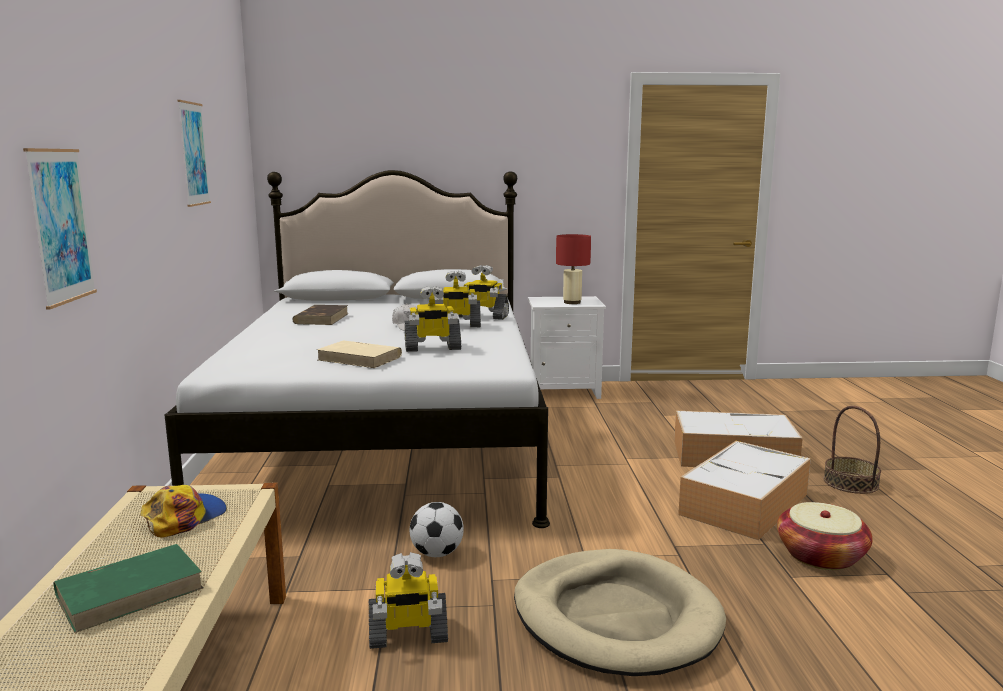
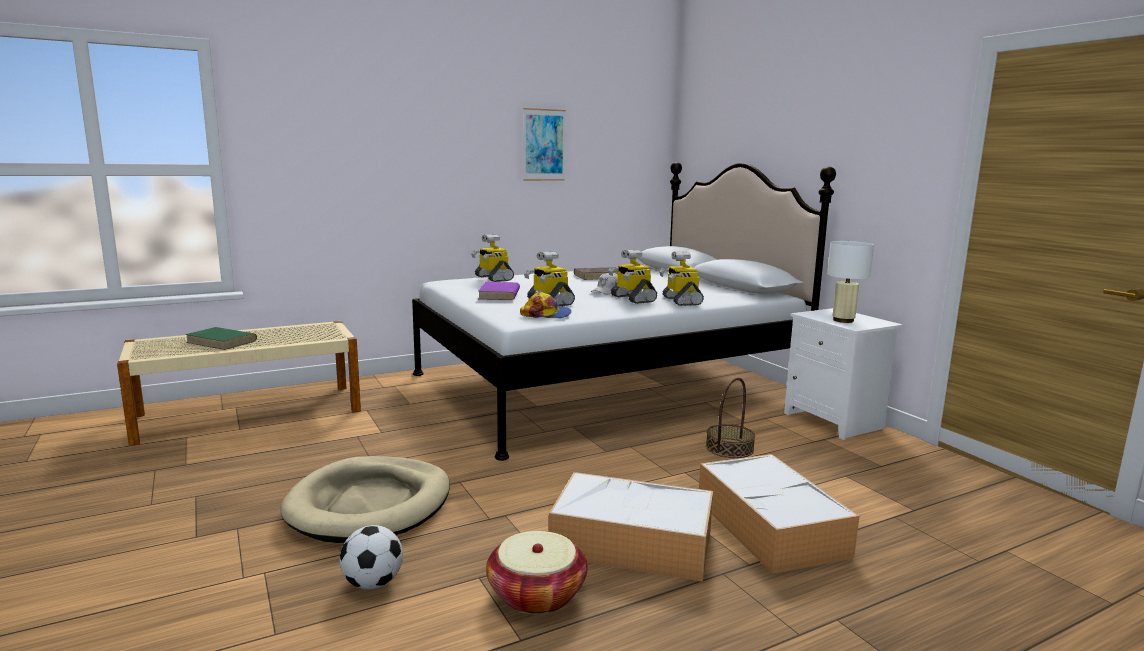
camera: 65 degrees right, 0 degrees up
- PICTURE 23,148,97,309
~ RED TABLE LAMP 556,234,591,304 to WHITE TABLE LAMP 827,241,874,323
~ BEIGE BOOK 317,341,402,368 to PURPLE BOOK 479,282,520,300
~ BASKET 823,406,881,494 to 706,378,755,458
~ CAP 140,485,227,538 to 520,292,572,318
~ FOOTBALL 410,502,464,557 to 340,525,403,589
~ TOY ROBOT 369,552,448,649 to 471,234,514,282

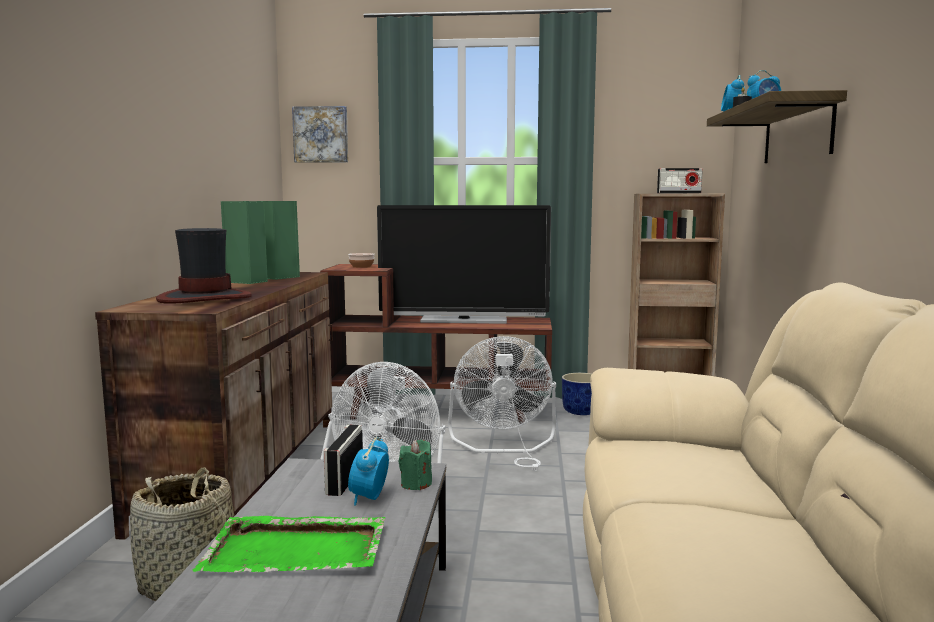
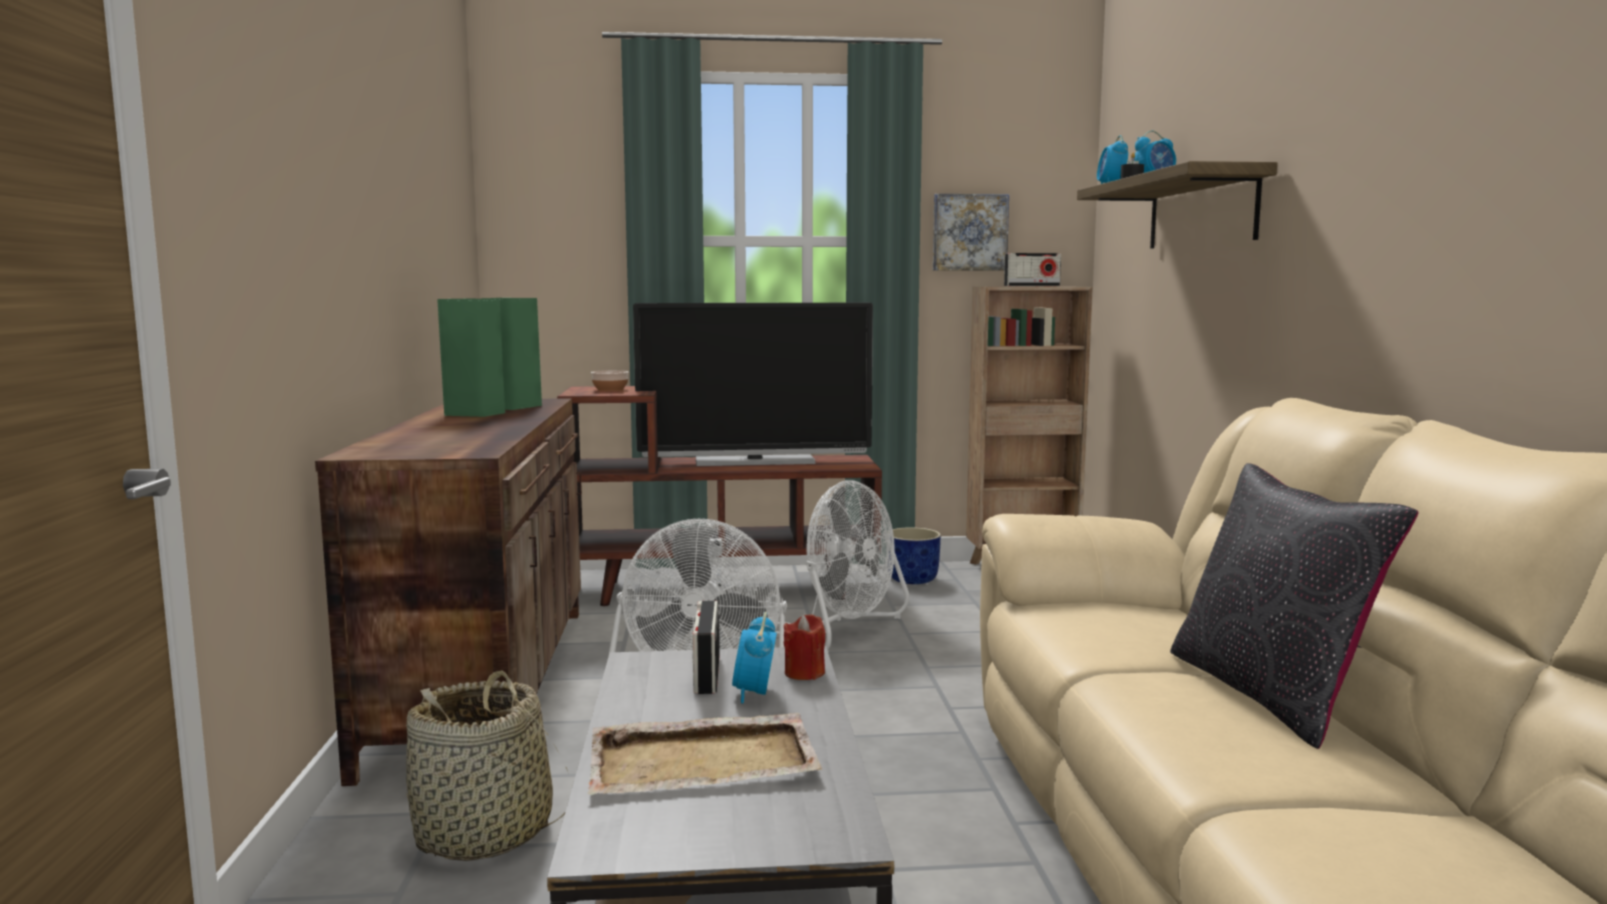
camera: 10 degrees left, 0 degrees up
~ PICTURE 292,106,348,163 to 933,194,1009,271
- HAT 156,228,252,304
~ WHITE FAN 448,336,556,471 = 775,480,909,650 135 degrees clockwise
~ GREEN CANDLE 399,440,432,490 to RED CANDLE 784,614,825,680
~ GREEN TRAY 193,516,385,573 to BEIGE TRAY 587,713,822,795
+ BLACK PILLOW 1170,463,1418,749

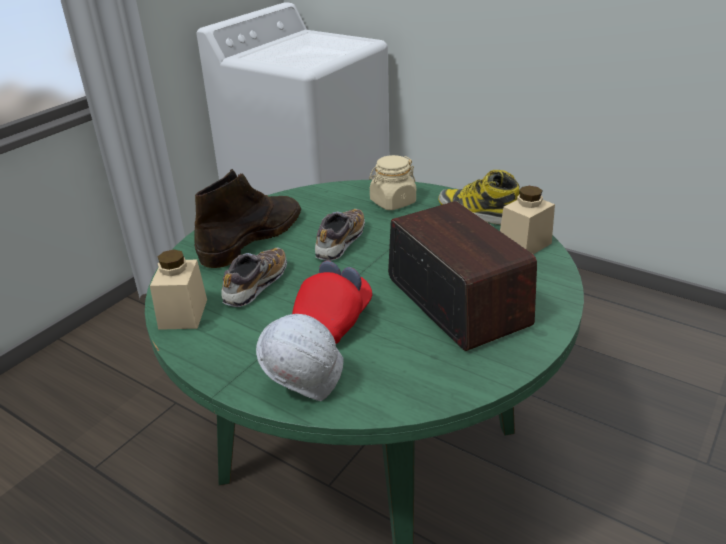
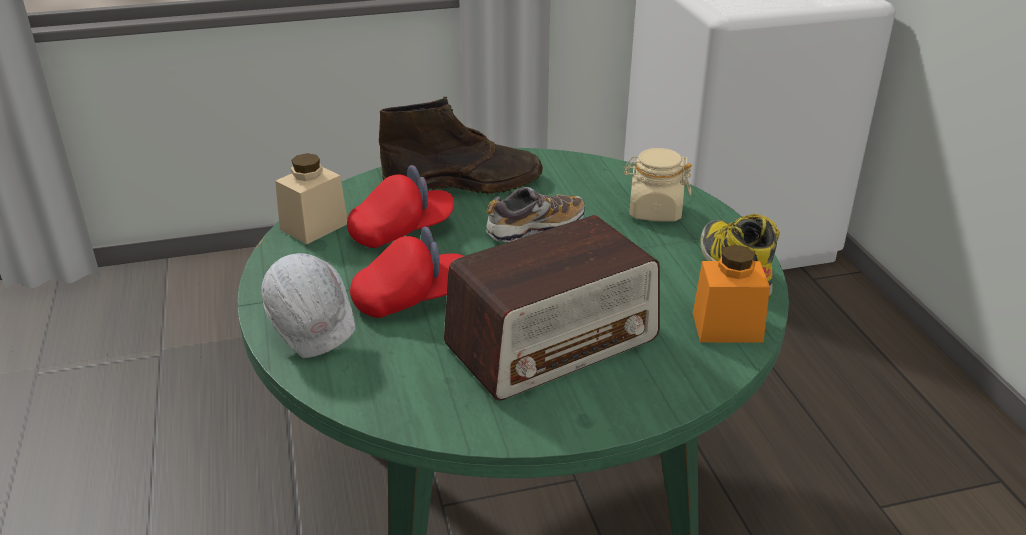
camera: 40 degrees right, 0 degrees up
~ BEIGE JAR 500,186,555,254 to ORANGE JAR 693,245,770,343
~ RADIO 388,201,537,351 = 444,215,660,401 45 degrees clockwise
~ SHOE 221,247,287,307 to RED CAP 347,165,454,248

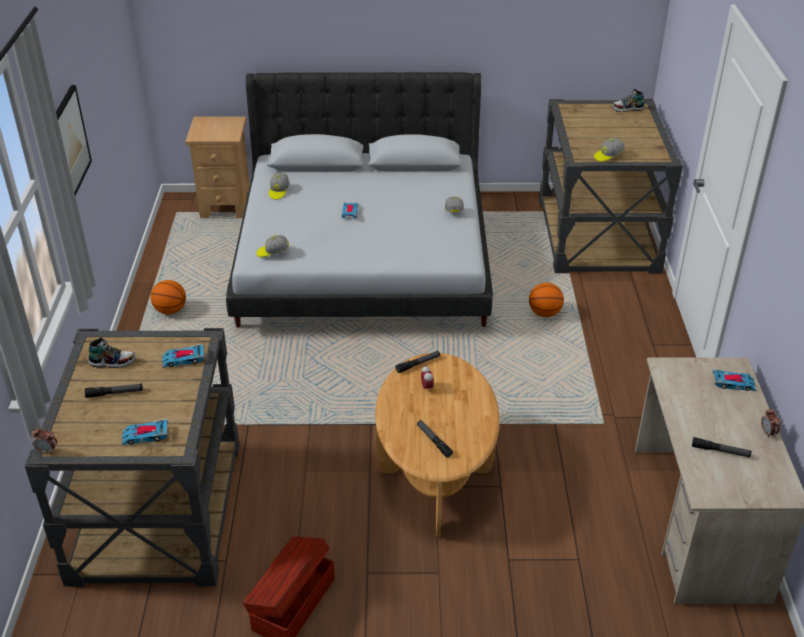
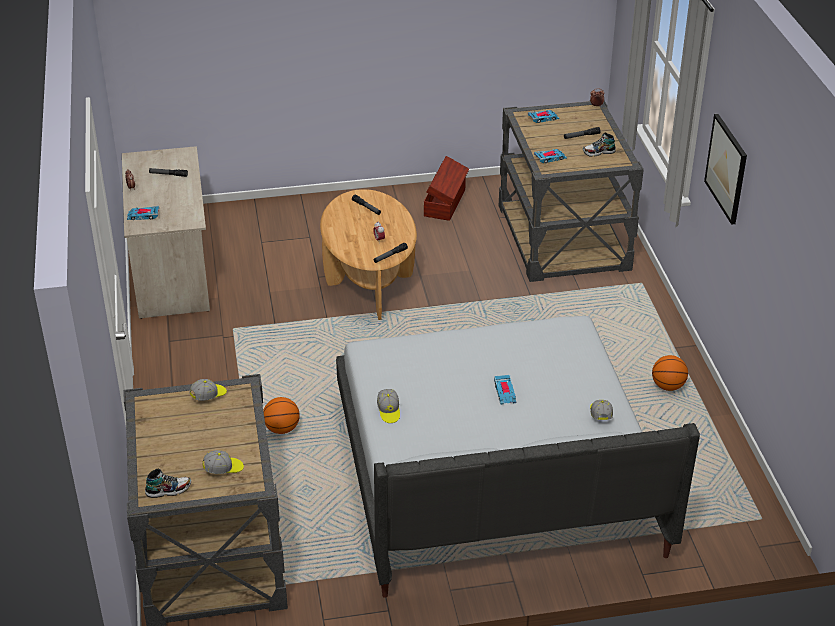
camera: 170 degrees right, 0 degrees up
- BEIGE NIGHTSTAND 185,117,250,218
~ CAP 256,235,289,257 to 203,450,244,474

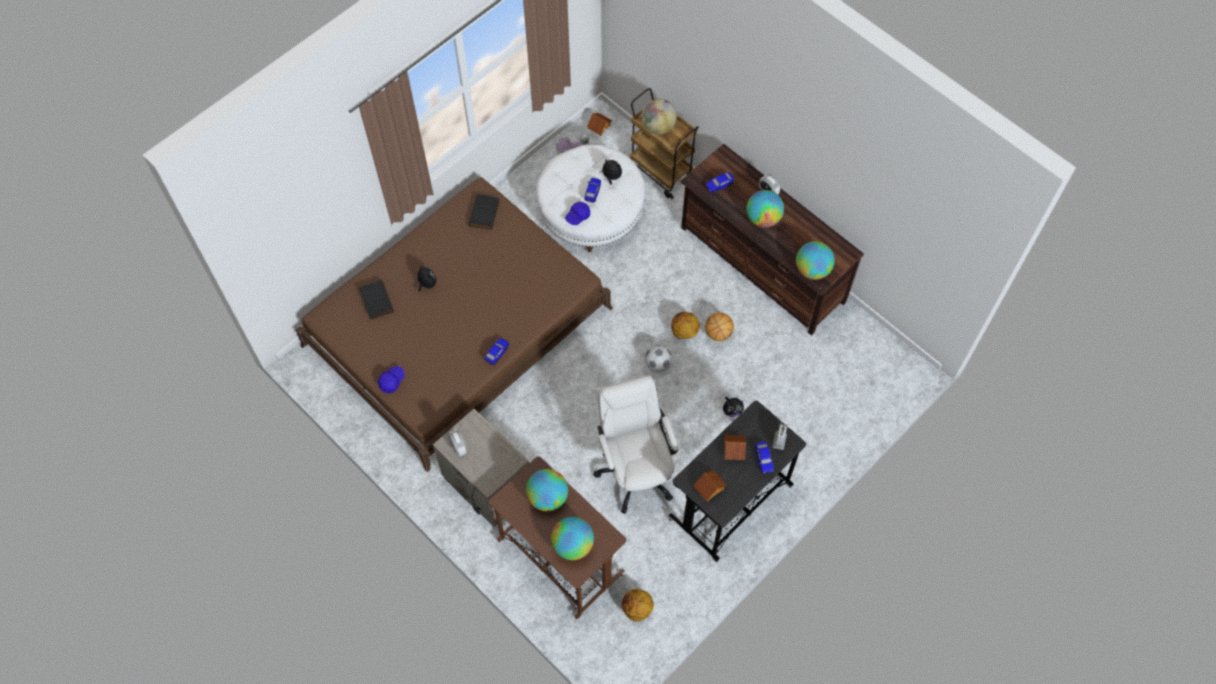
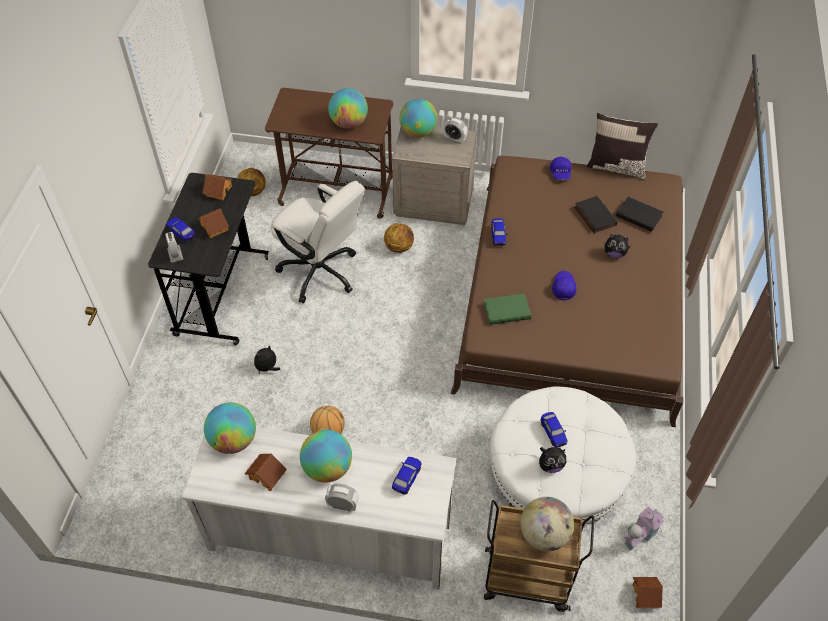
camera: 145 degrees right, 10 degrees down
~ BROWN DRESSER 681,144,864,335 to WHITE DRESSER 182,427,456,590
~ BLACK BOOK 468,194,500,230 to 574,196,617,233
~ BLUE CAP 565,202,590,225 to 552,271,576,300
~ BASKETBALL 671,312,700,339 to 384,223,414,253
- FOOTBALL 645,345,672,372
~ GLOBE 551,517,594,560 to 399,99,438,138
+ PILLOW 586,113,658,179
+ GREEN BOOK 484,293,531,325
+ TOY HOUSE 245,453,287,491

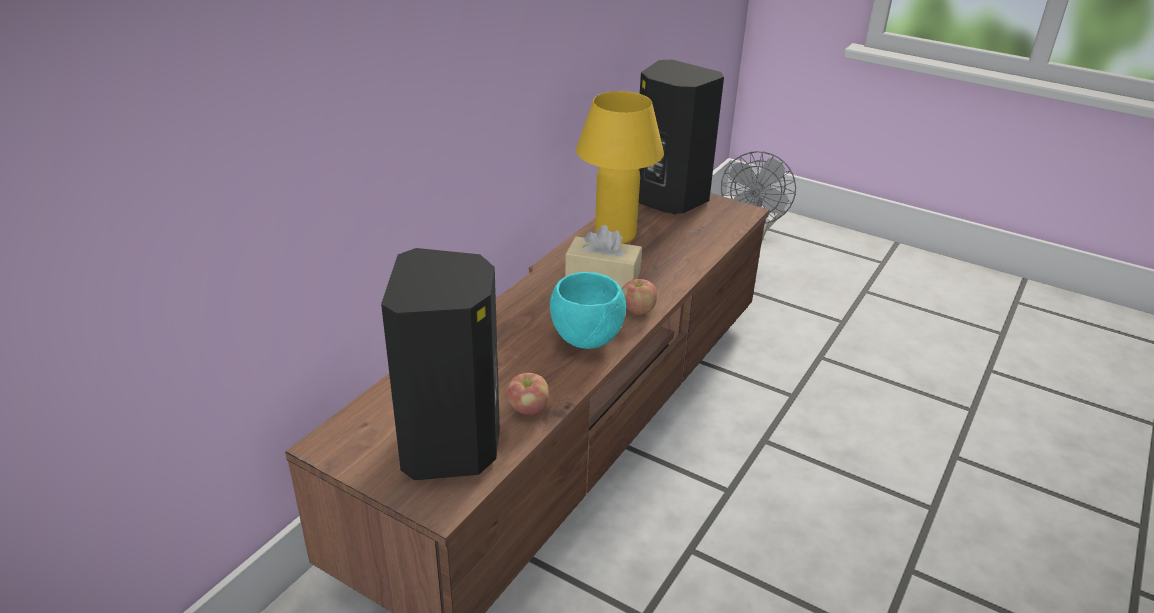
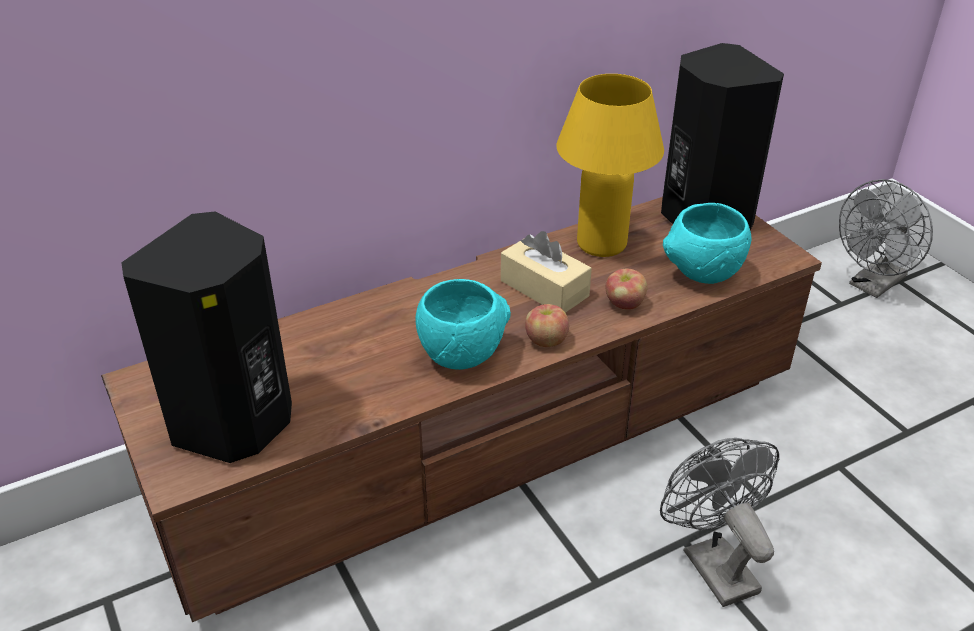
camera: 30 degrees right, 5 degrees up
~ APPLE 506,373,549,415 to 605,268,647,310
+ TURQUOISE BOWL 663,203,751,284
+ GREY FAN 660,438,779,607

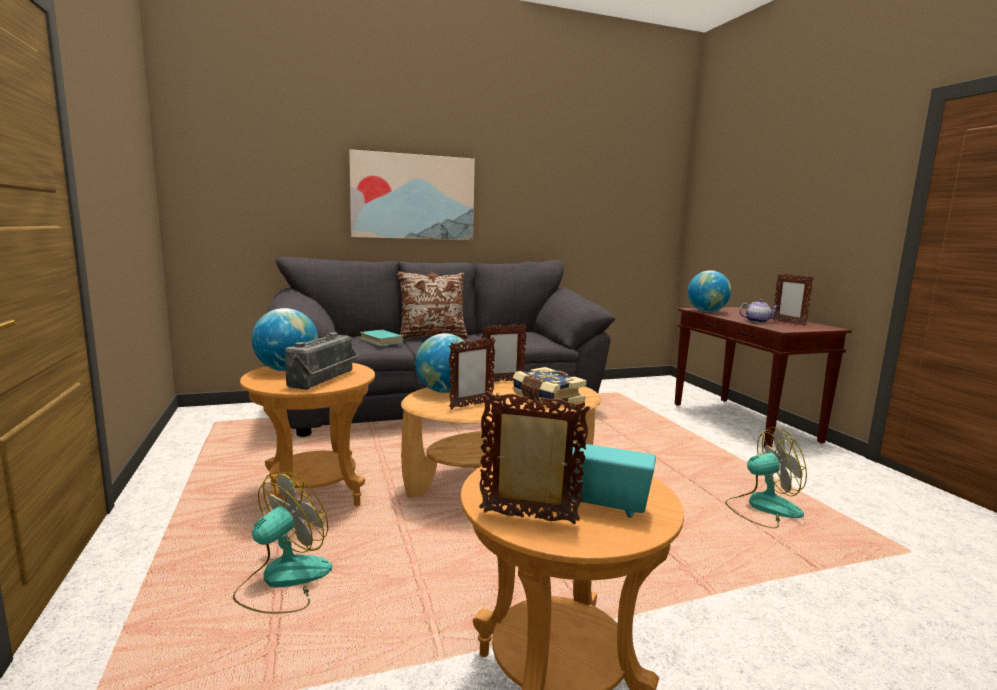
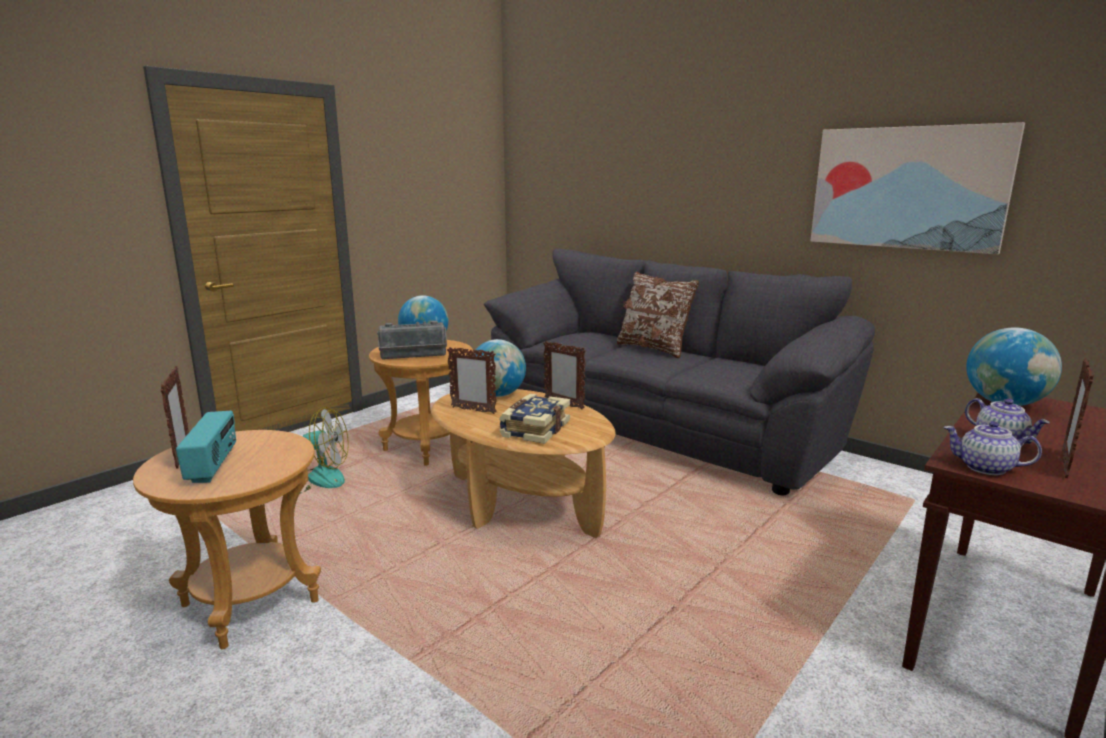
camera: 60 degrees right, 5 degrees up
~ PICTURE 349,149,475,240 to 810,122,1025,254
- TURQUOISE BOOK 360,330,403,346
- FAN 725,427,807,528
+ TEAPOT 944,421,1042,475

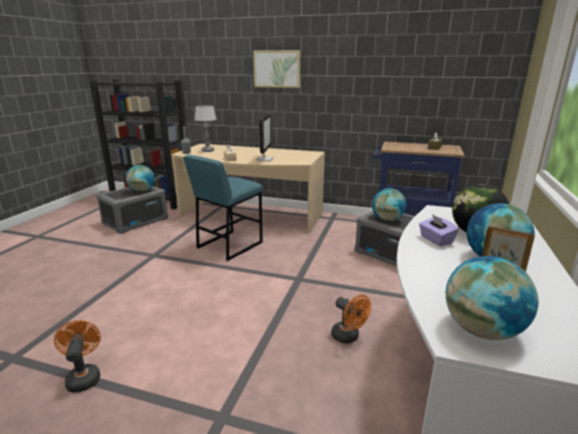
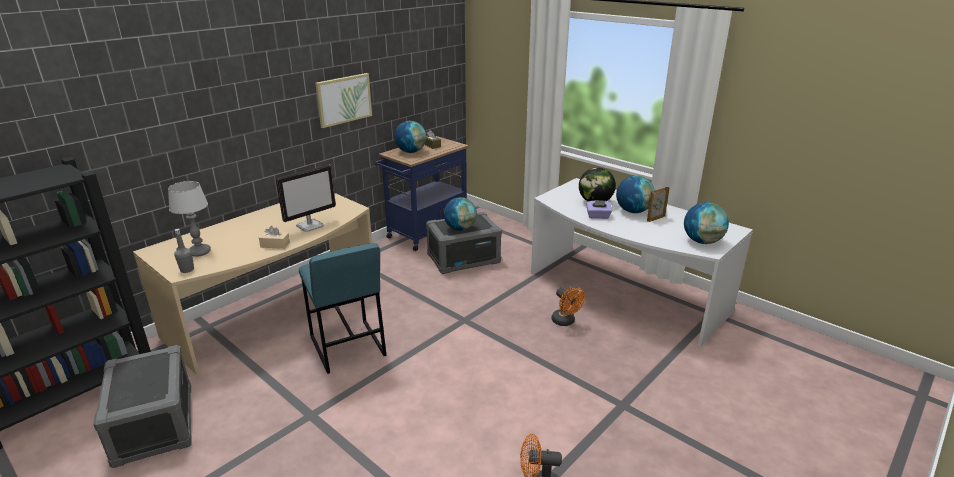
camera: 65 degrees left, 5 degrees up
~ PICTURE 253,50,300,88 to 315,73,372,128
~ MONITOR 256,113,273,162 = 276,165,336,232 105 degrees clockwise
~ GLOBE 126,165,155,192 to 394,121,426,153
~ ORANGE FAN 331,294,371,344 = 552,287,585,326 75 degrees clockwise

